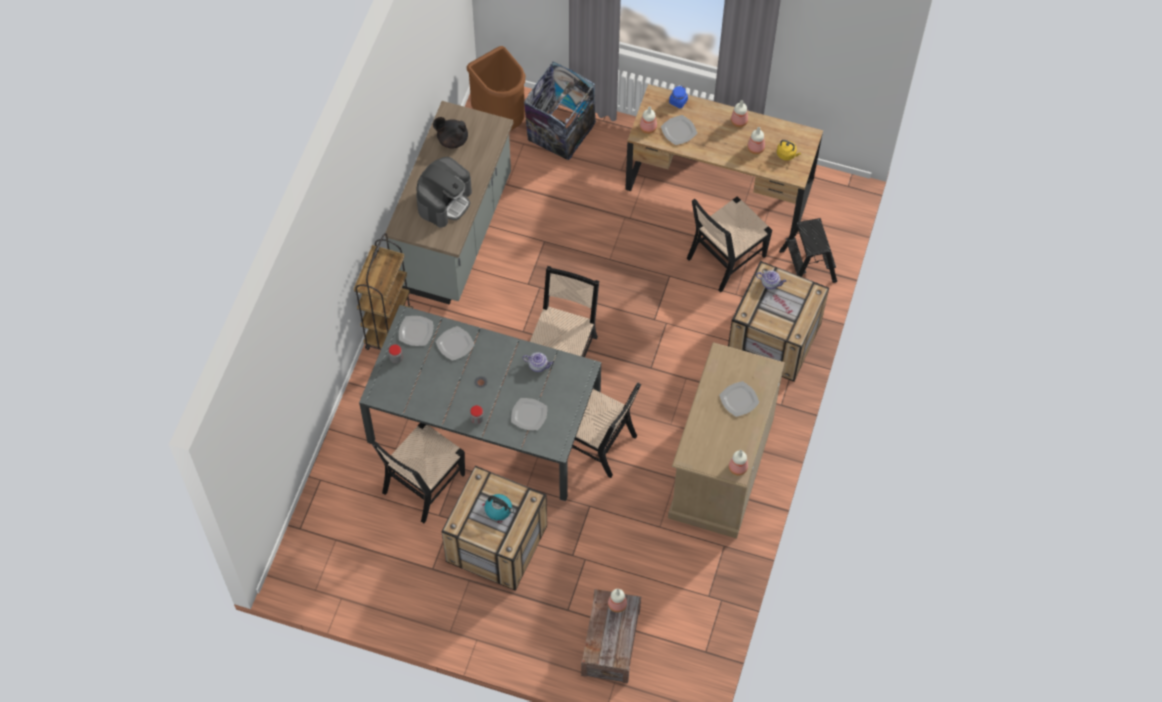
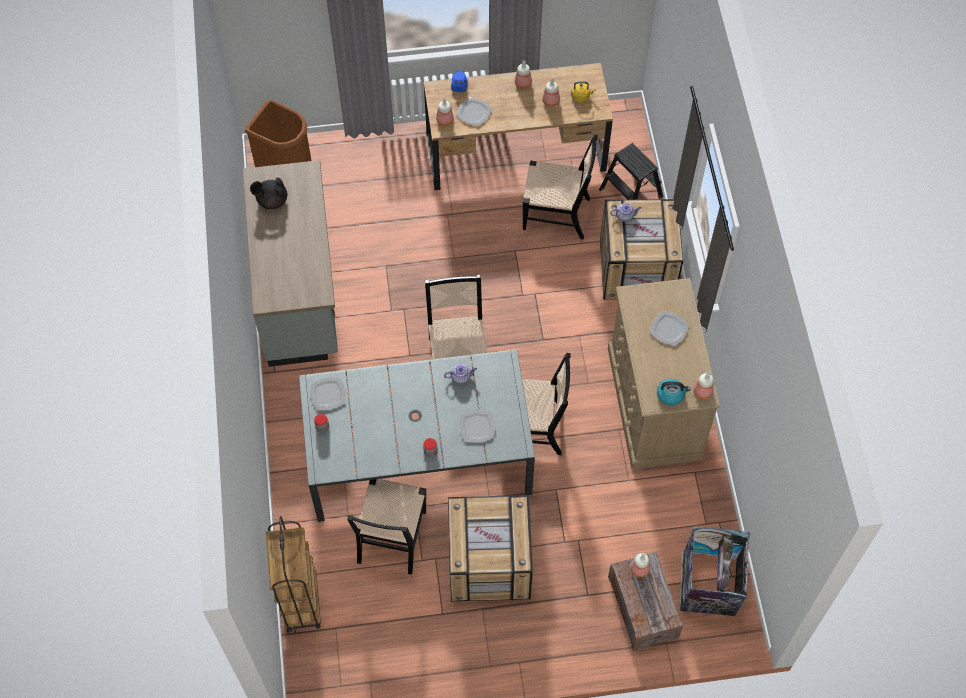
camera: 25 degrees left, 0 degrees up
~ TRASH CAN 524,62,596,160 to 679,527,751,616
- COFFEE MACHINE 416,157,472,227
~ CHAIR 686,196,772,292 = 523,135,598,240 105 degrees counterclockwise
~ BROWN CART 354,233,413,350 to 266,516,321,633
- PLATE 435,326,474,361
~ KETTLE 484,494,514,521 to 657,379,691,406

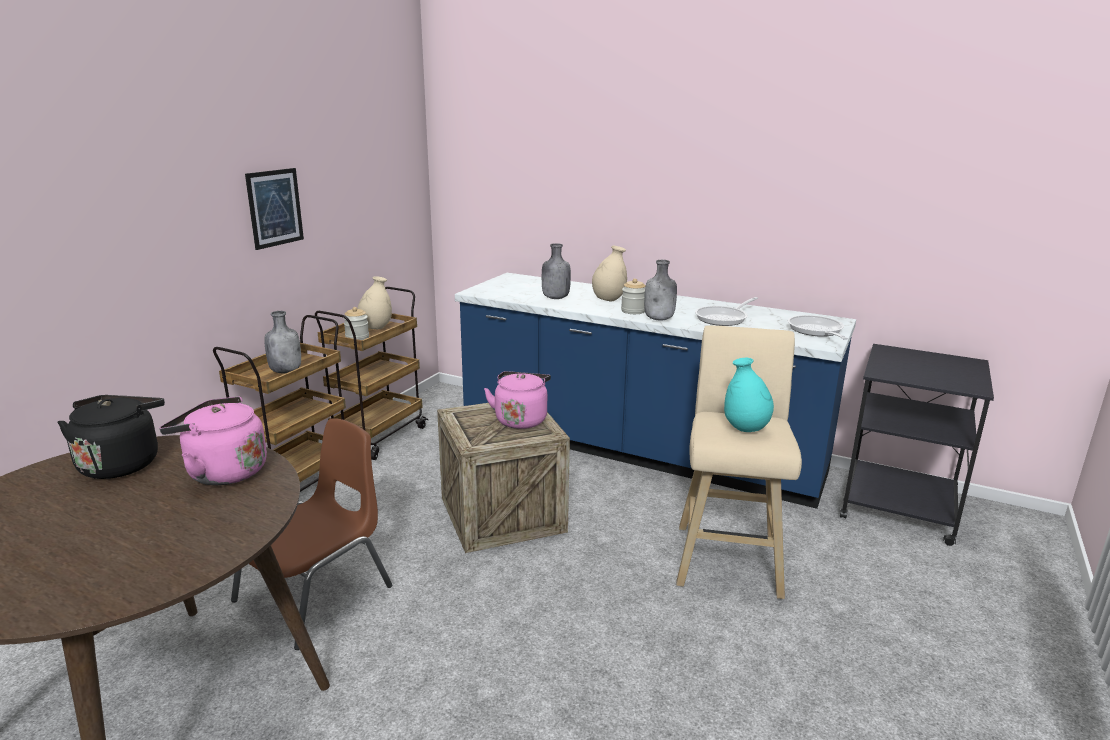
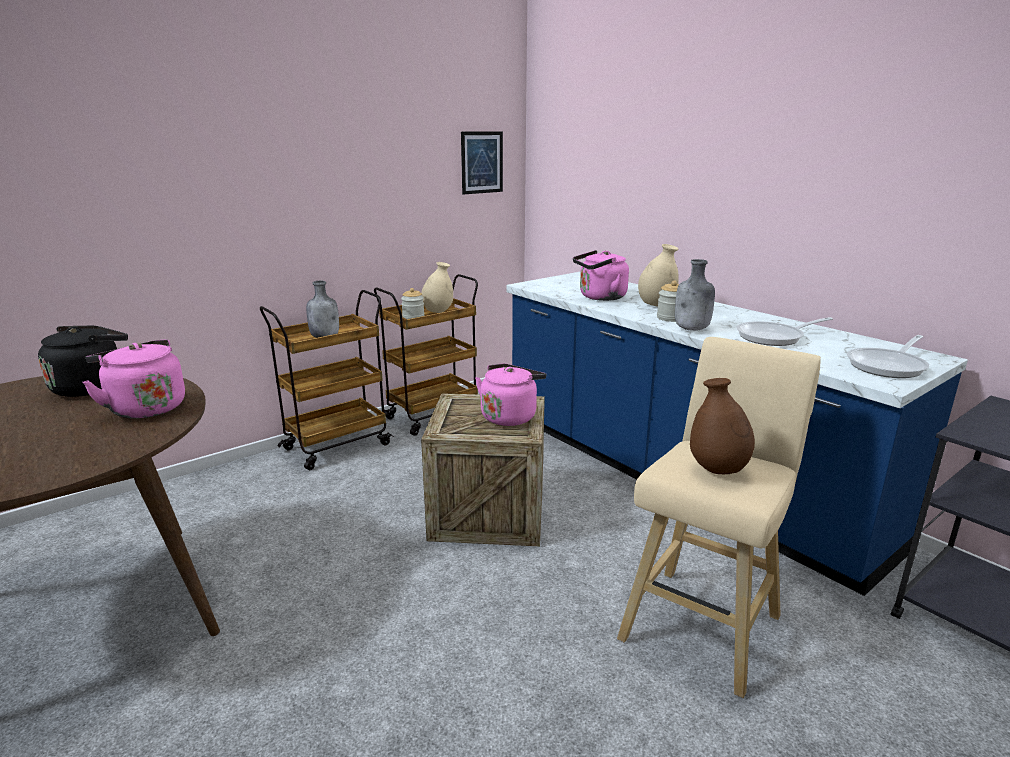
camera: 25 degrees right, 0 degrees up
~ PICTURE 245,168,304,250 to 461,131,503,195
~ GREY BOTTLE 542,243,571,299 to PINK KETTLE 573,250,629,301
~ FRYING PAN 788,315,848,340 = 847,335,929,378 150 degrees counterclockwise
~ TURQUOISE VASE 724,358,774,432 to BROWN VASE 690,378,755,474
- BROWN CHAIR 231,418,392,650

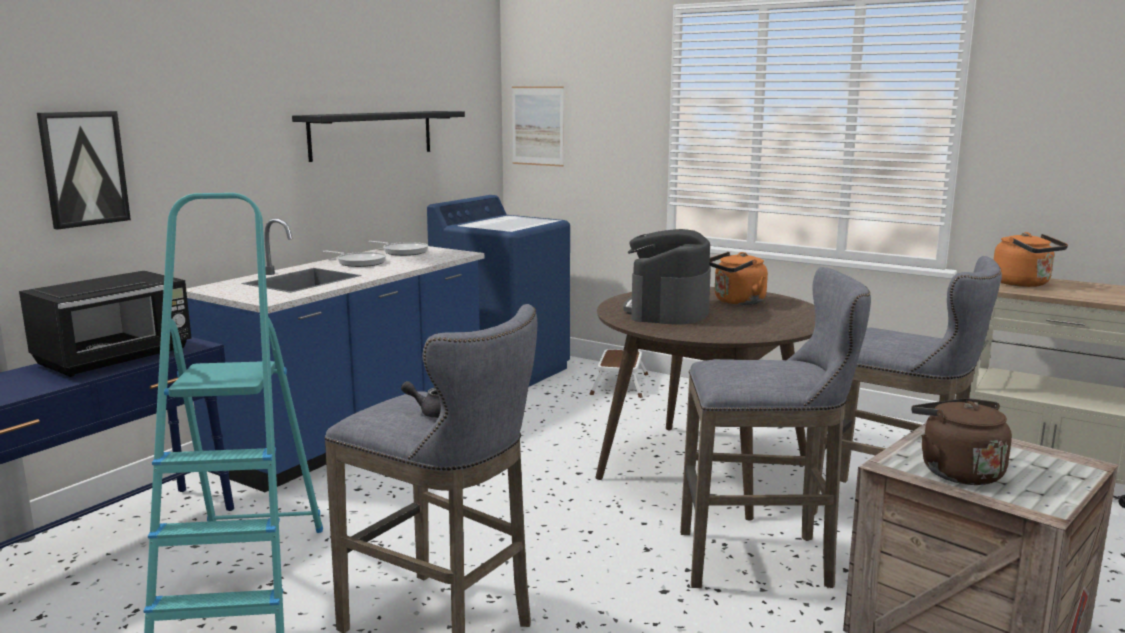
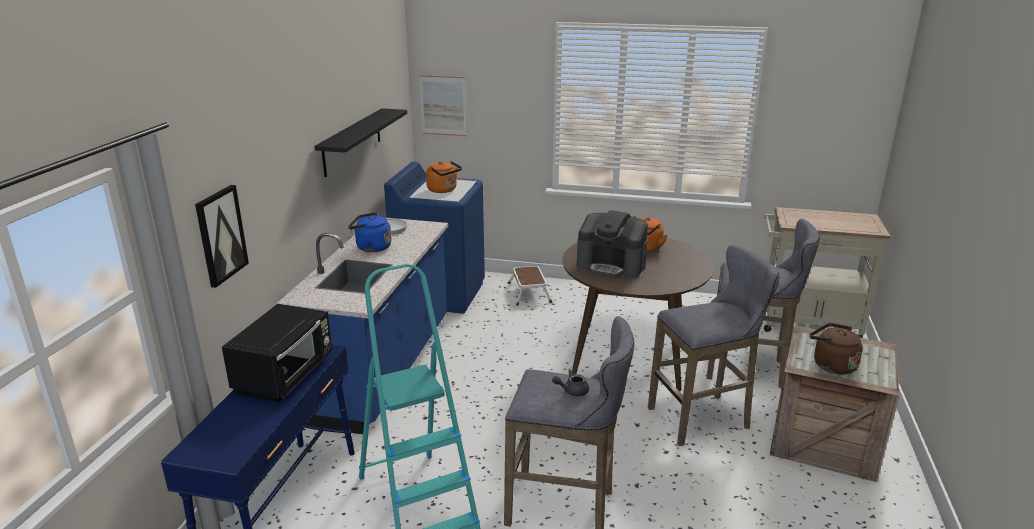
camera: 20 degrees left, 10 degrees up
~ COFFEE MACHINE 623,229,711,325 = 577,210,648,278 60 degrees counterclockwise
~ ORANGE KETTLE 994,232,1068,287 to 426,161,462,193
~ FRYING PAN 323,251,386,267 to BLUE KETTLE 348,212,392,252

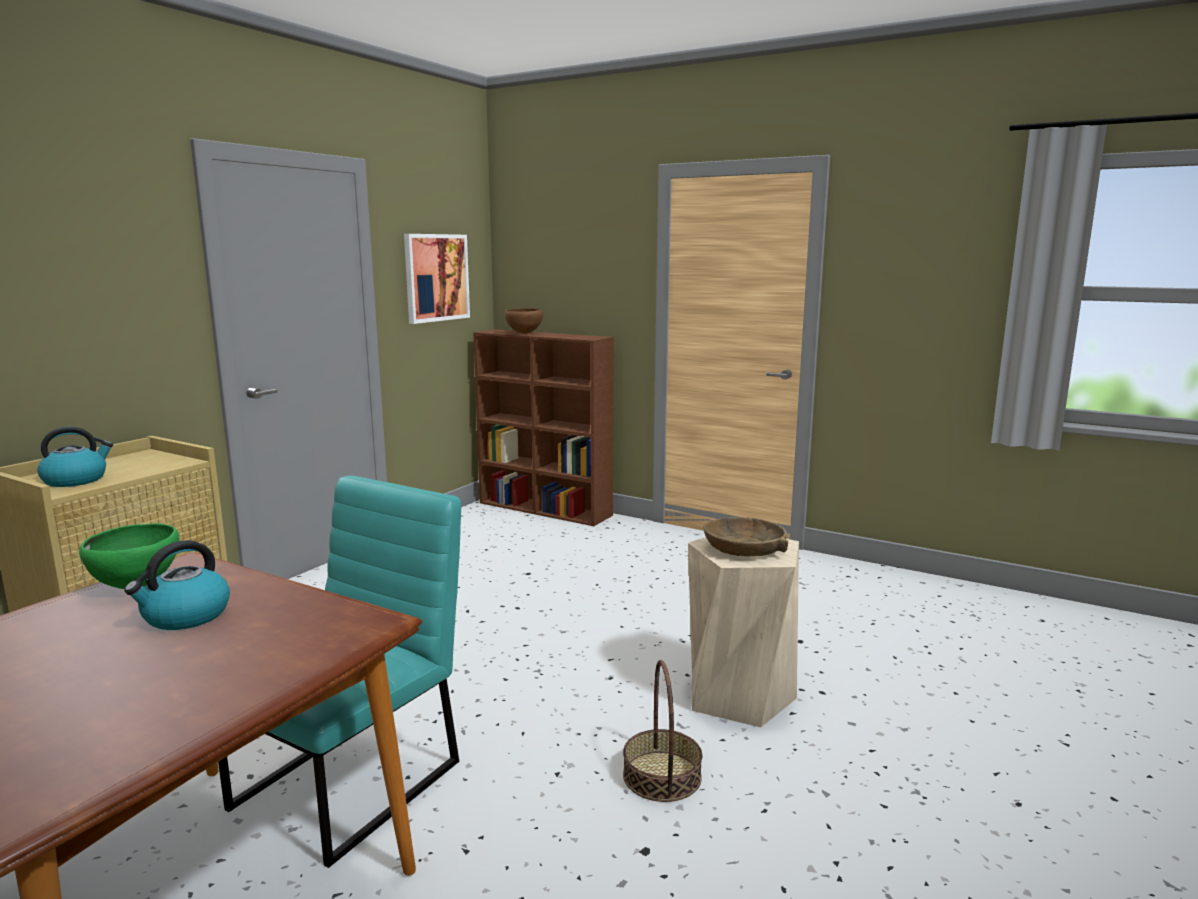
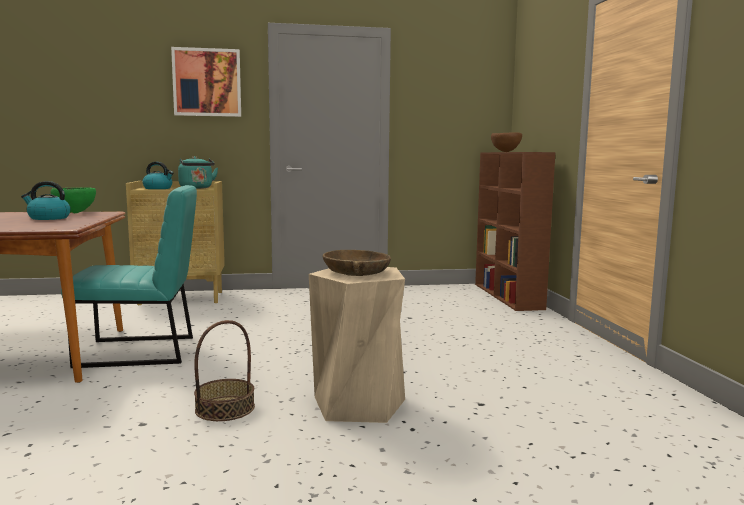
camera: 50 degrees right, 5 degrees down
~ PICTURE 404,234,470,324 to 171,47,241,117
+ TURQUOISE KETTLE 178,156,218,189

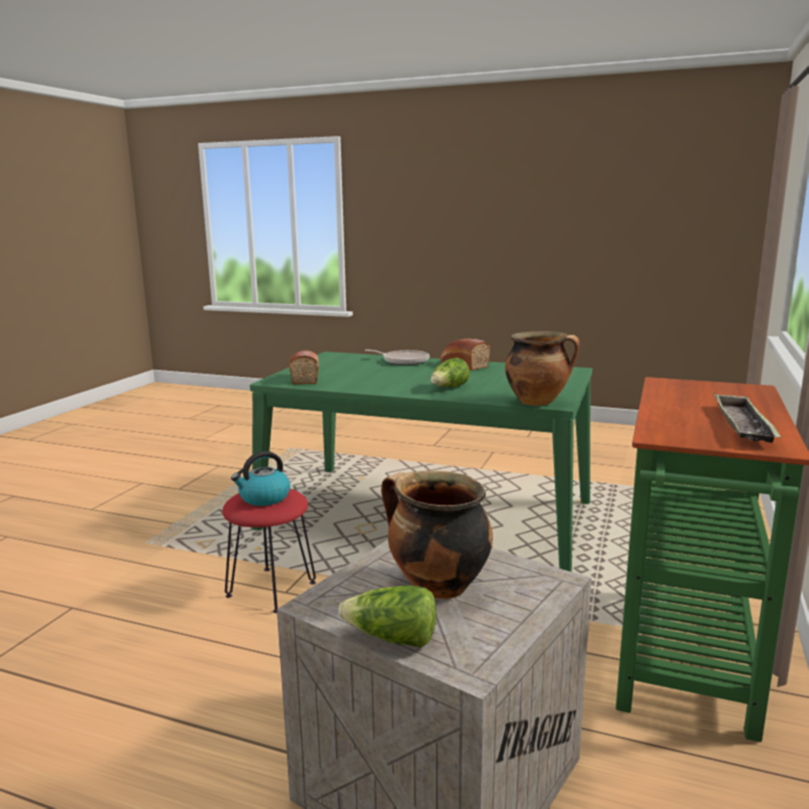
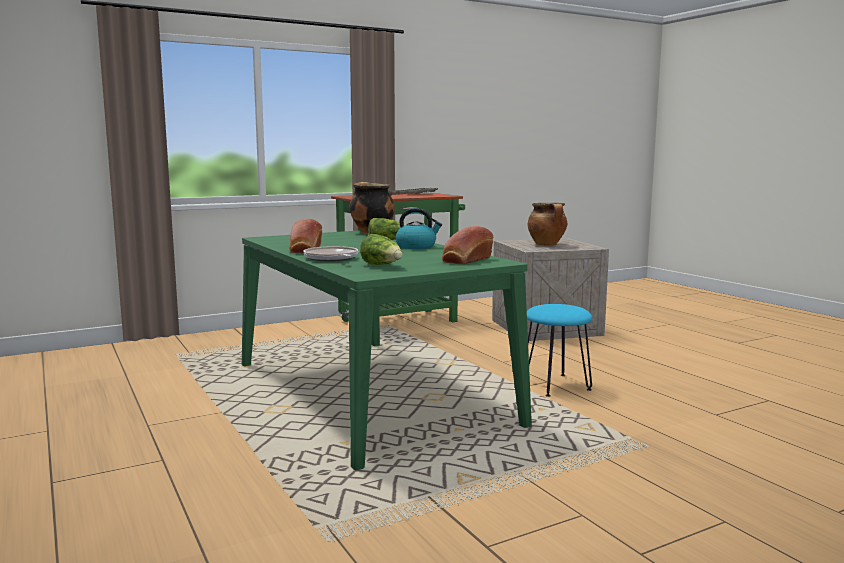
camera: 140 degrees left, 5 degrees down
~ KETTLE 231,451,290,506 to 396,208,442,249
~ RED STOOL 222,489,316,613 to TURQUOISE STOOL 527,304,592,397
~ LETTUCE 338,586,436,647 to 360,234,402,265

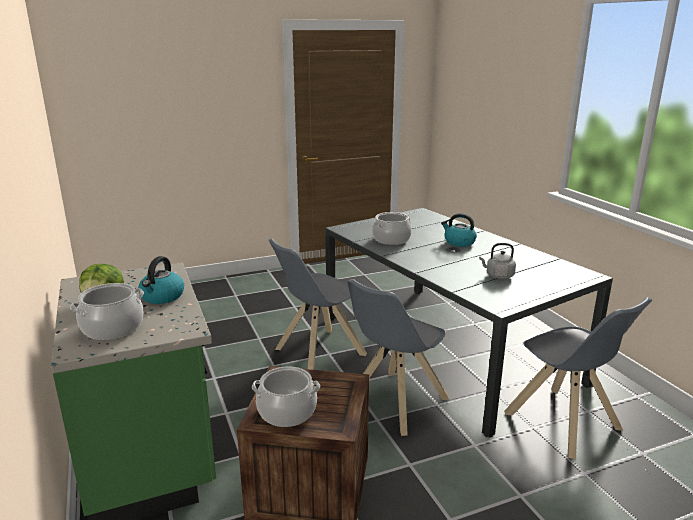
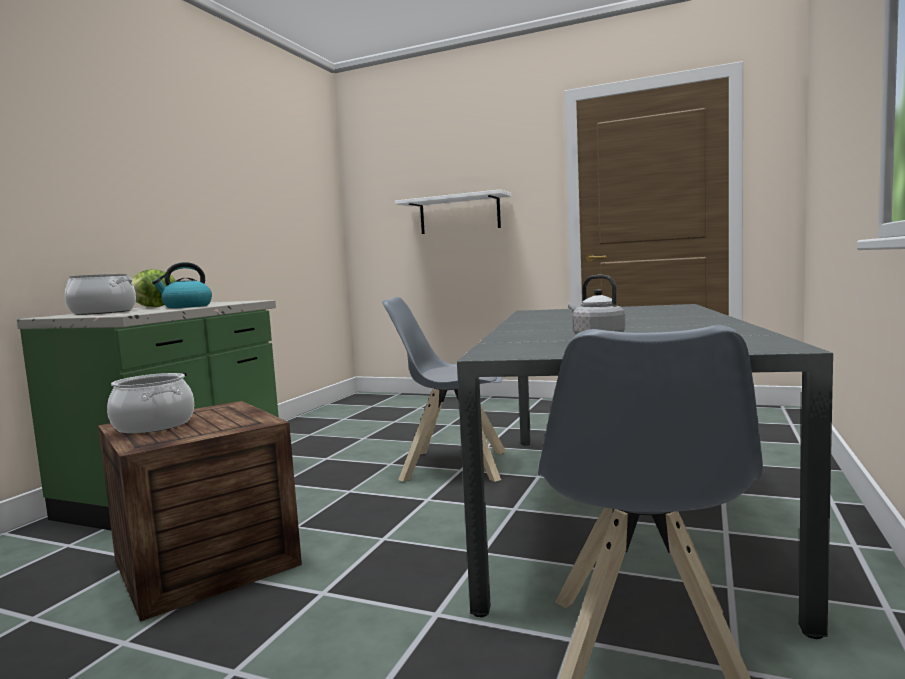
camera: 45 degrees right, 15 degrees down
- COOKING POT 372,212,412,245
- KETTLE 441,213,477,247
- GREY CHAIR 347,279,449,436
+ WHITE SHELF 395,189,511,234

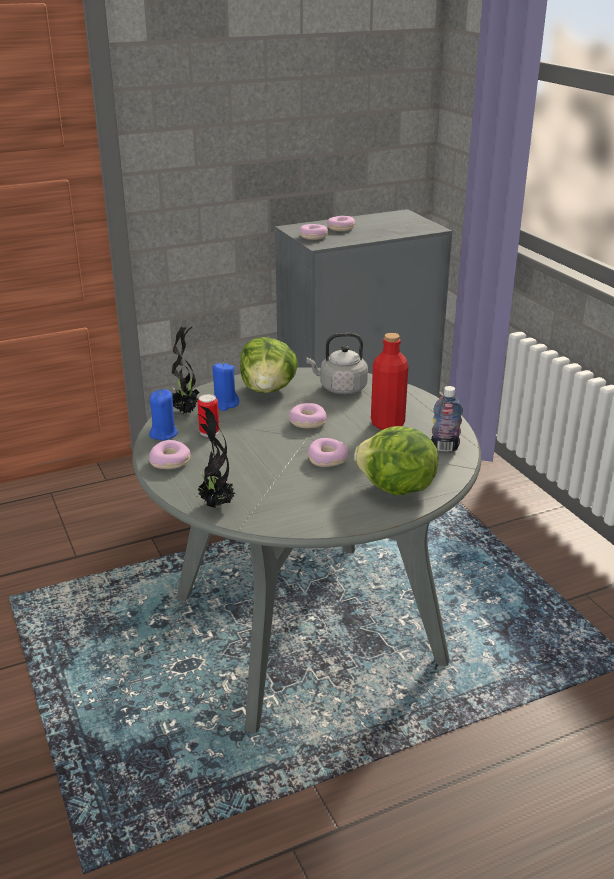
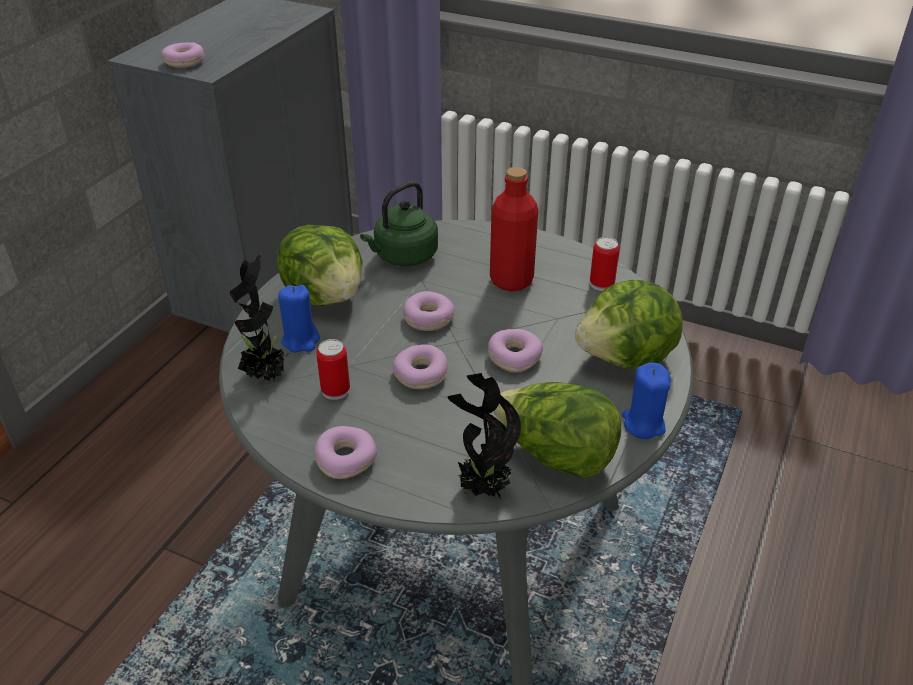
camera: 40 degrees left, 10 degrees up
~ DONUT 327,216,355,231 to 392,345,448,389
~ GREY KETTLE 306,333,368,394 to GREEN KETTLE 360,181,438,266
~ BOTTLE 431,386,463,452 to CAN 590,237,620,291
~ BLUE CANDLE 149,389,178,440 to 622,363,671,439
+ LETTUCE 494,382,621,478

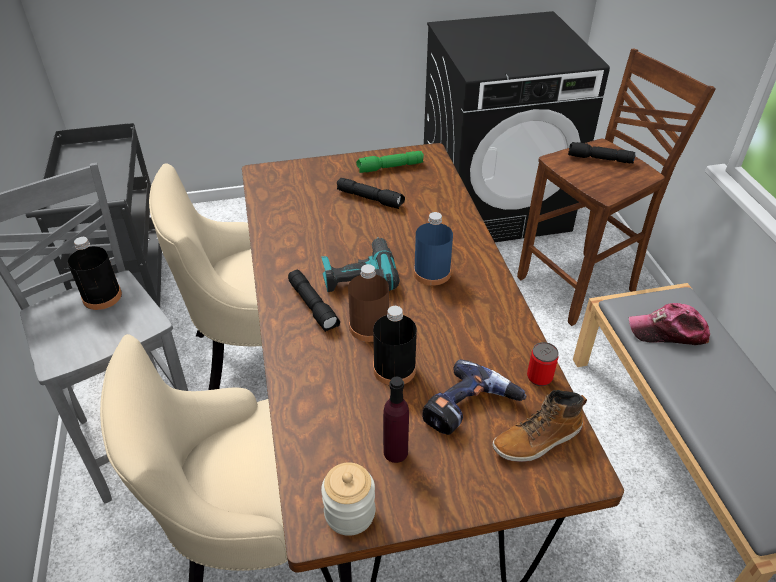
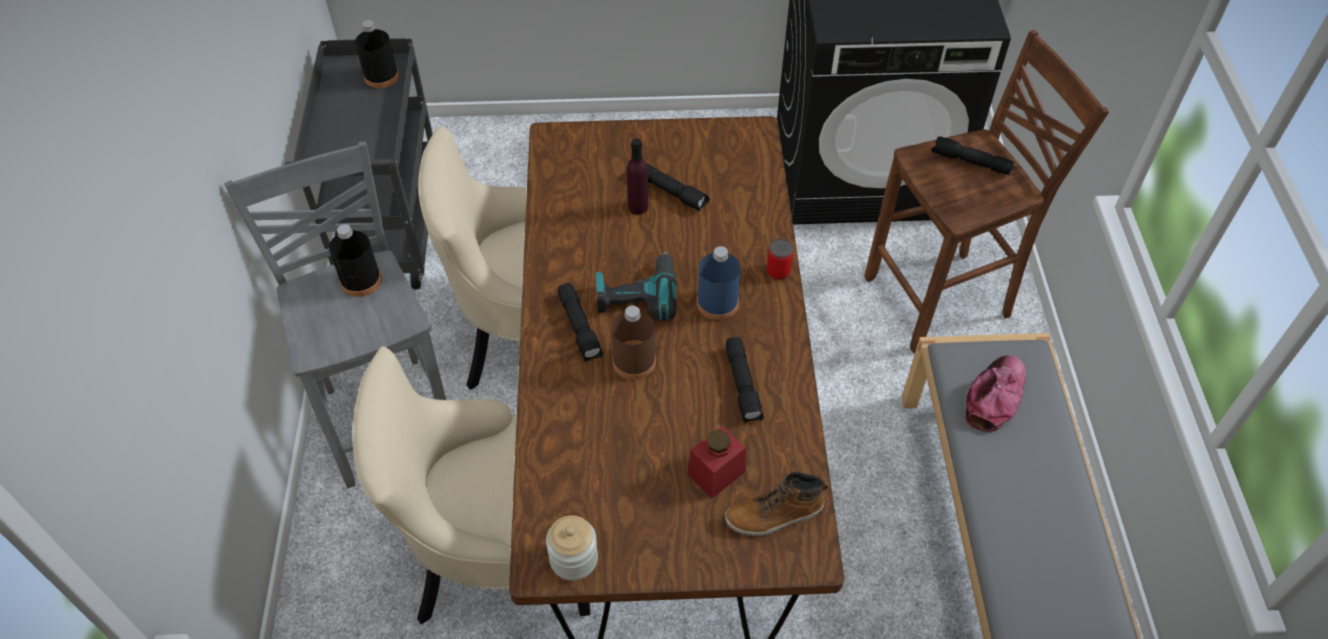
camera: 10 degrees right, 10 degrees up
- GREEN FLASHLIGHT 356,151,424,173
~ CAP 629,303,710,345 = 966,355,1026,432 105 degrees clockwise
~ BLACK BOTTLE 373,306,417,385 to 355,20,399,88
~ CAN 527,342,559,386 to 767,239,794,280
~ POWER DRILL 422,360,527,435 to RED JAR 687,426,746,498
~ PURPLE BOTTLE 383,376,409,463 to 627,138,648,215
+ BLACK FLASHLIGHT 725,337,764,423

